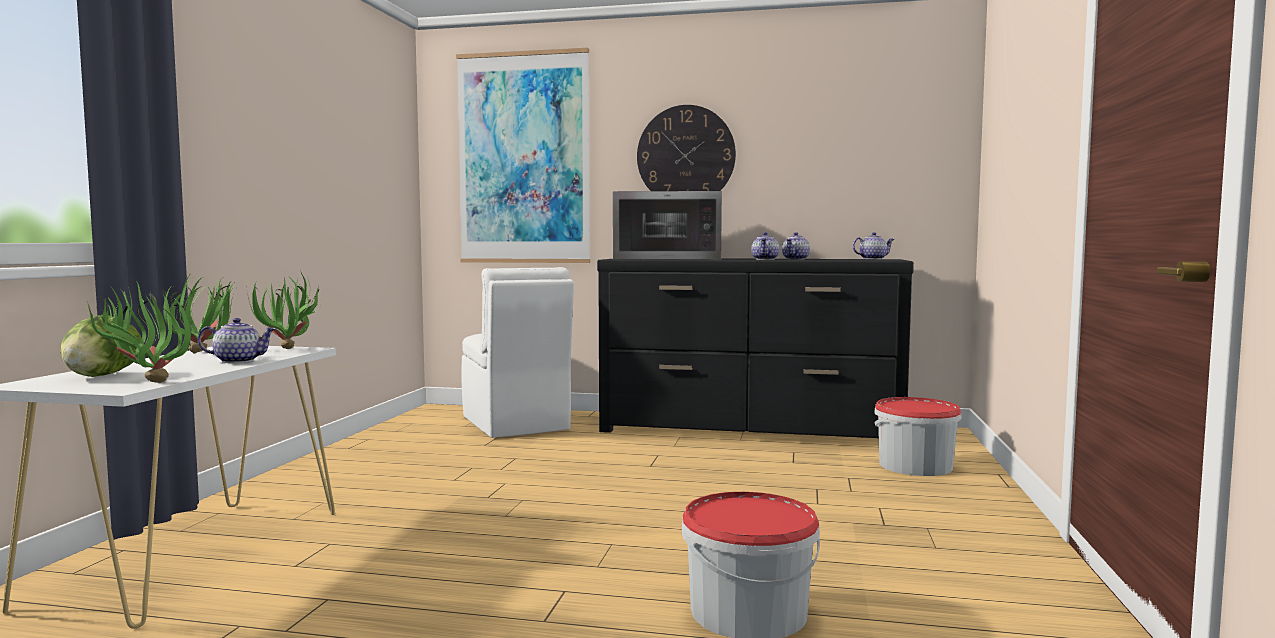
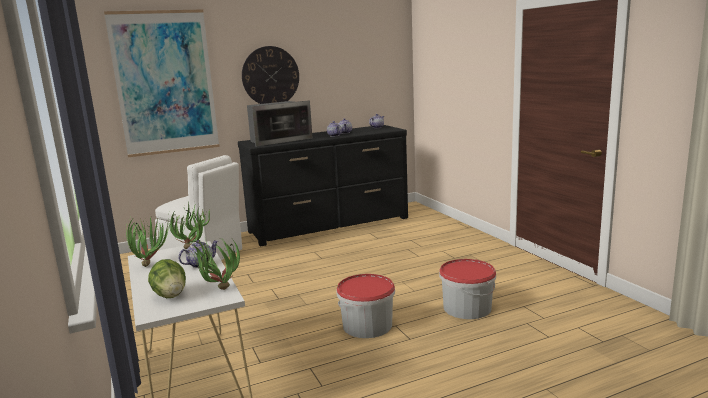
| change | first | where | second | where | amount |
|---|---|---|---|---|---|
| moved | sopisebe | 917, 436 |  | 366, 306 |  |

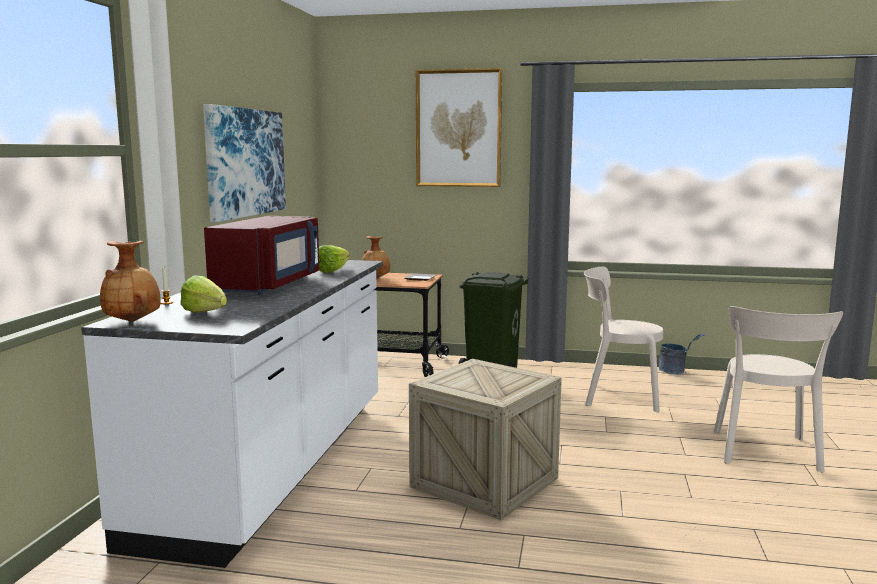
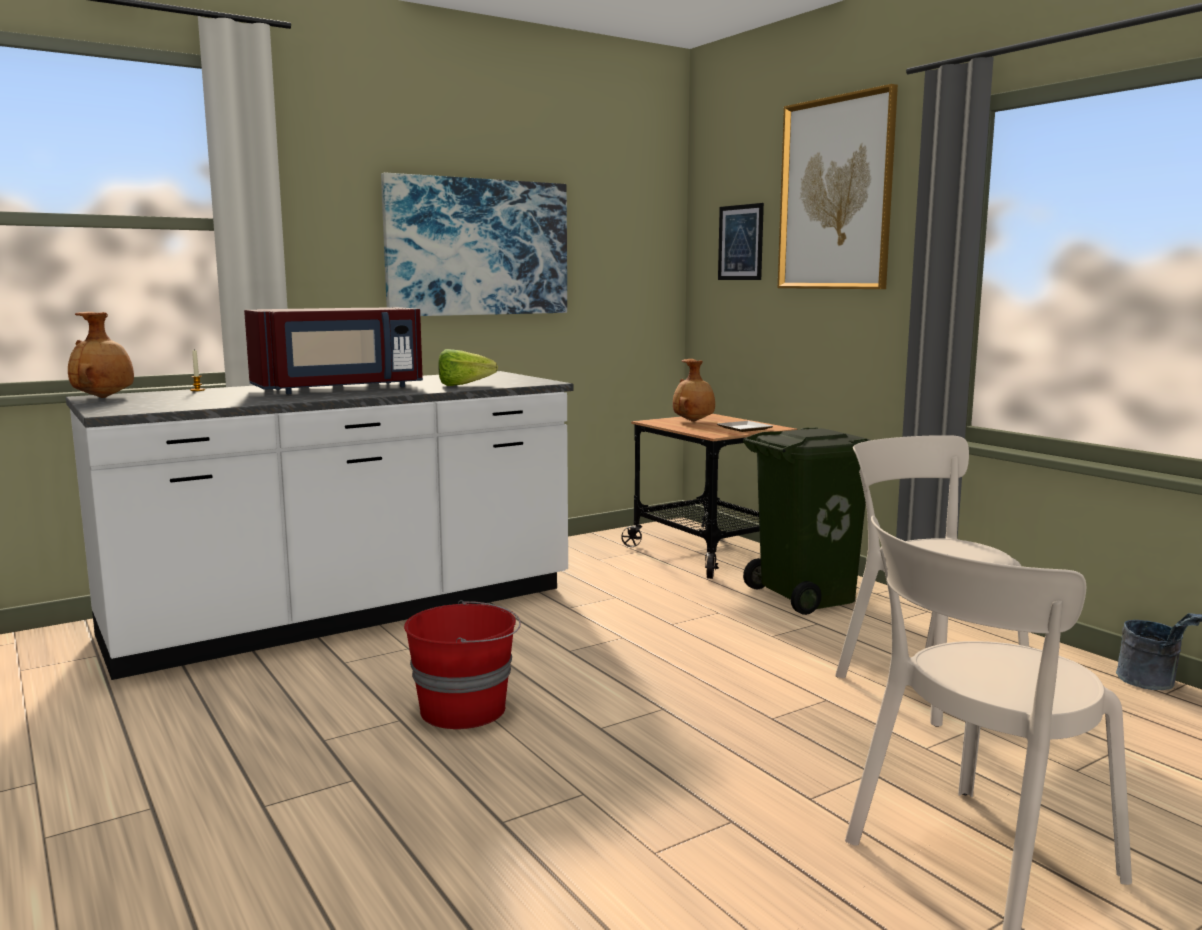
| change | first | where | second | where | amount |
|---|---|---|---|---|---|
| removed | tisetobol | 203, 294 |  |  |  |
| replaced | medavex | 485, 439 | red sopisebe | 462, 664 |  |
| added |  |  | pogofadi | 741, 241 |  |

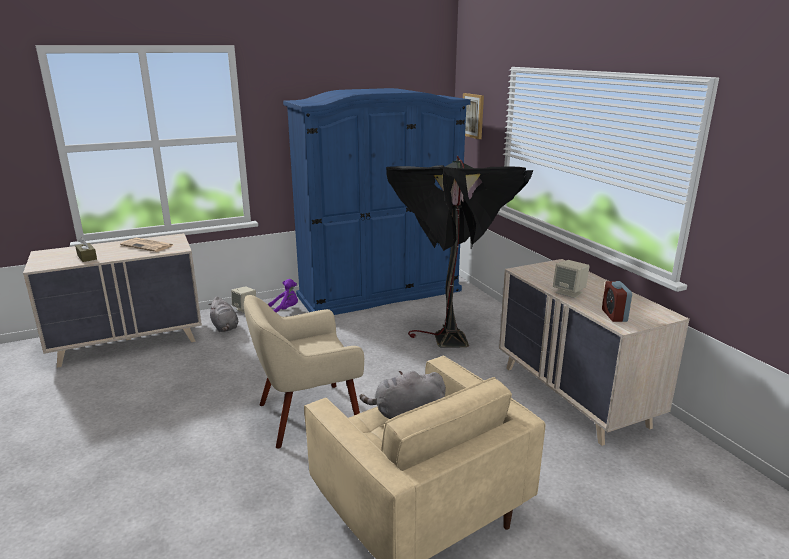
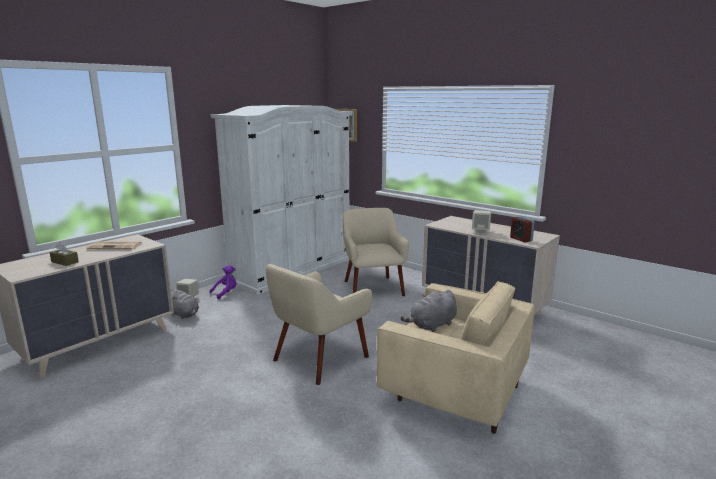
| change | first | where | second | where | amount |
|---|---|---|---|---|---|
| recoloured | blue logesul | 377, 201 | white logesul | 281, 200 |  |
| replaced | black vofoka | 459, 252 | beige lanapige | 376, 252 |  |

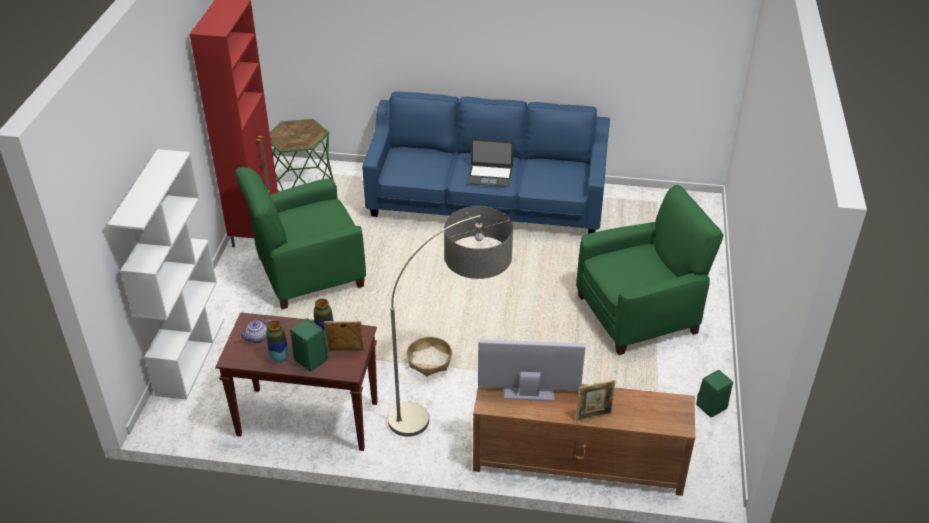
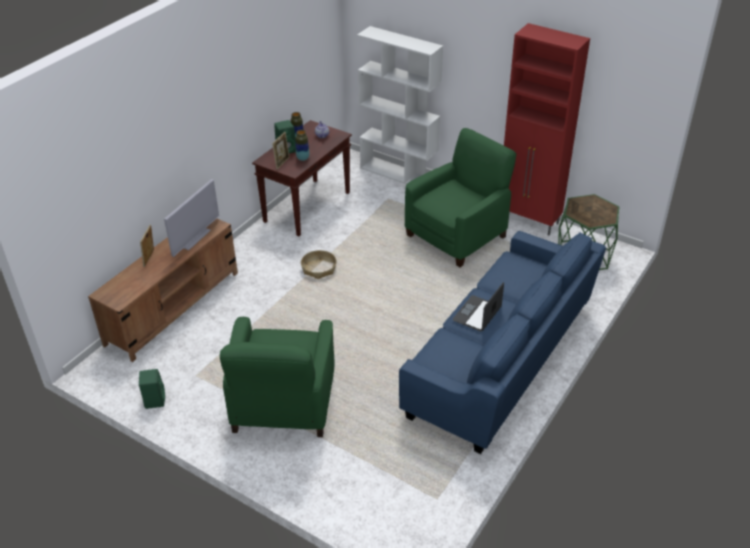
| change | first | where | second | where | amount |
|---|---|---|---|---|---|
| turned | green lanapige | 300, 238 |  | 460, 197 | 45 degrees clockwise |
| removed | vofoka | 450, 321 |  |  |  |

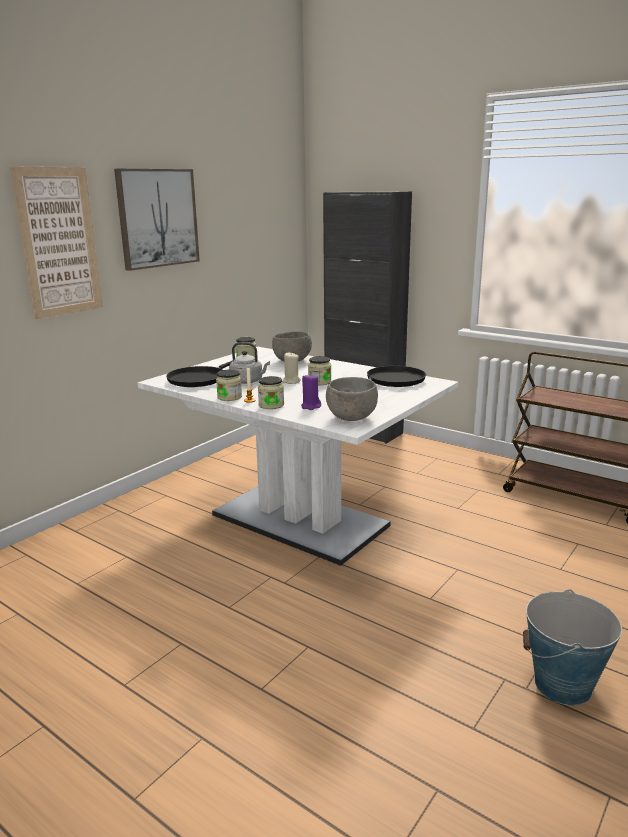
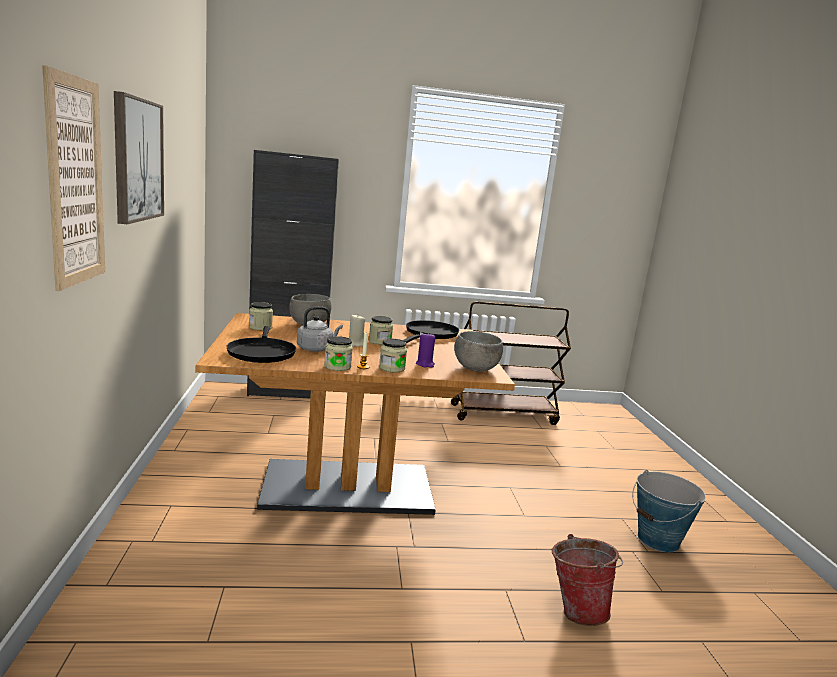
| change | first | where | second | where | amount |
|---|---|---|---|---|---|
| recoloured | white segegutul | 298, 456 | brown segegutul | 355, 414 |  |
| added |  |  | sopisebe | 587, 580 |  |

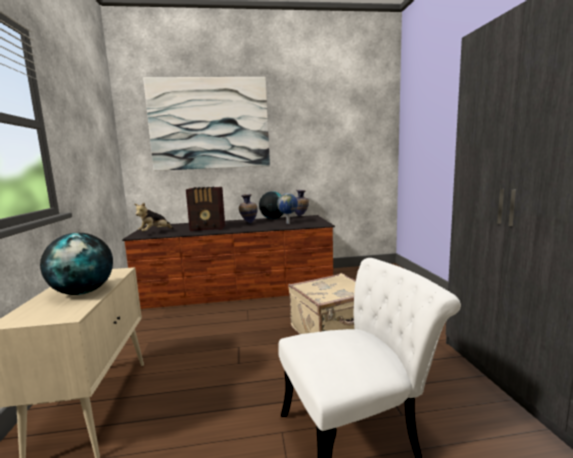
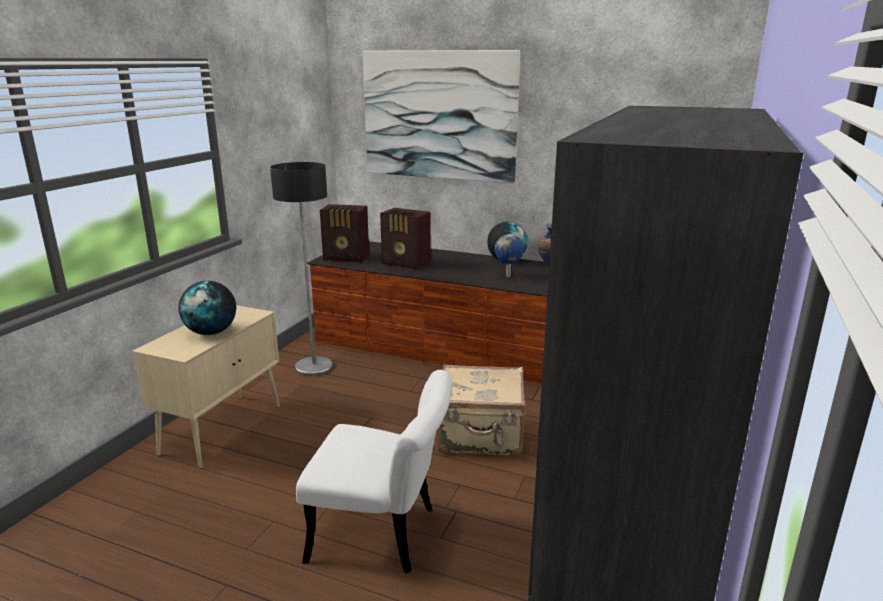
| change | first | where | second | where | amount |
|---|---|---|---|---|---|
| replaced | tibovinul | 154, 217 | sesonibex | 344, 233 |  |
| removed | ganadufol | 248, 209 |  |  |  |
| added |  |  | vofoka | 301, 269 |  |

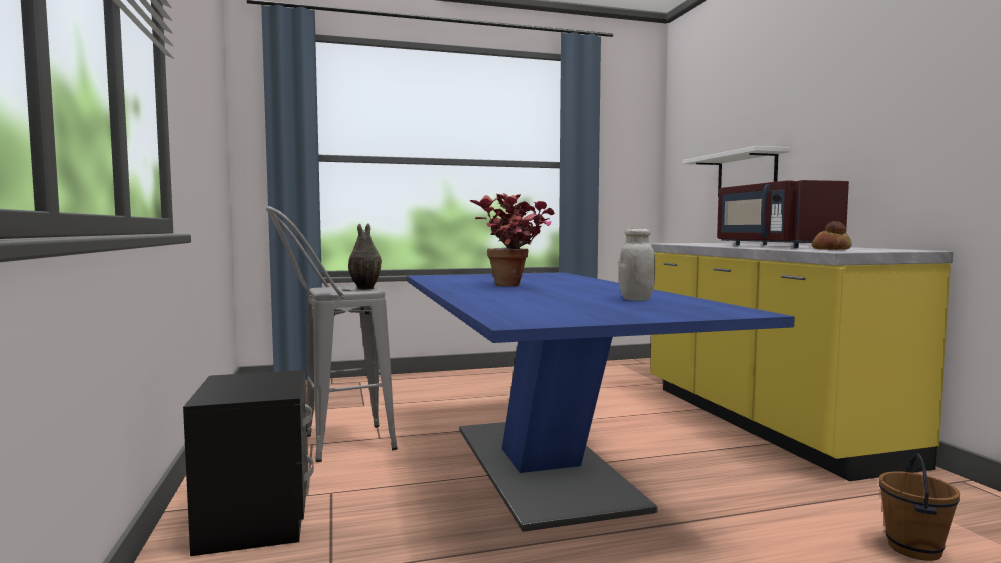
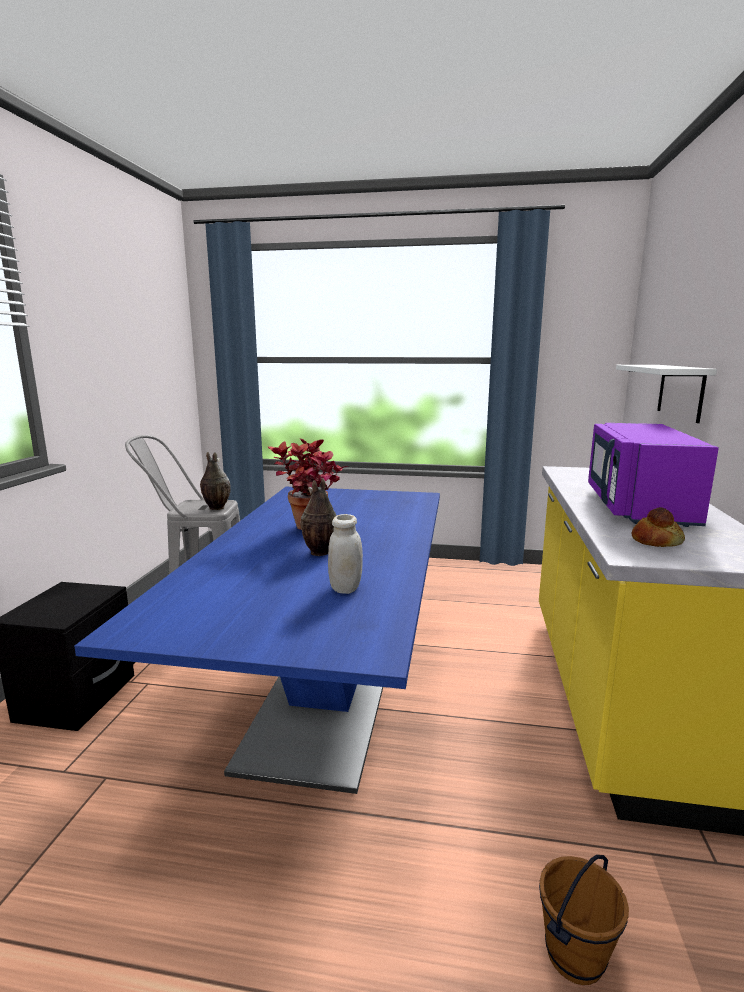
| change | first | where | second | where | amount |
|---|---|---|---|---|---|
| recoloured | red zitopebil | 783, 214 | purple zitopebil | 653, 475 |  |
| added |  |  | ganadufol | 318, 517 |  |

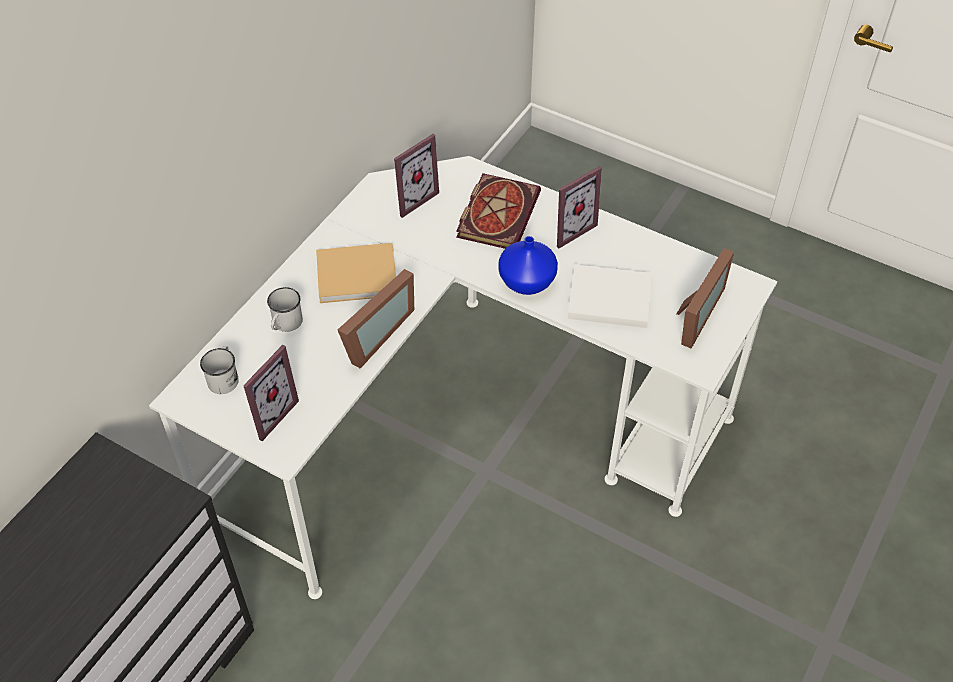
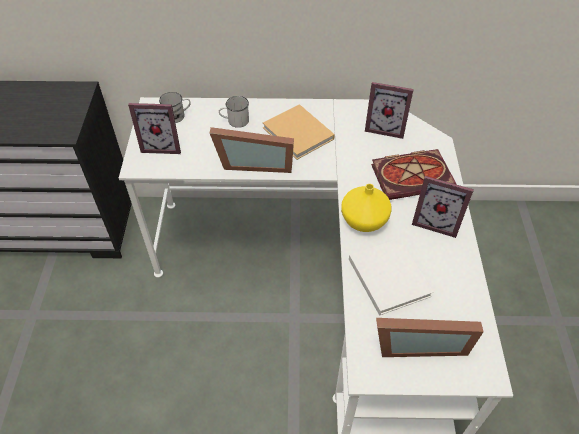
| change | first | where | second | where | amount |
|---|---|---|---|---|---|
| recoloured | blue ganadufol | 528, 265 | yellow ganadufol | 366, 208 |  |

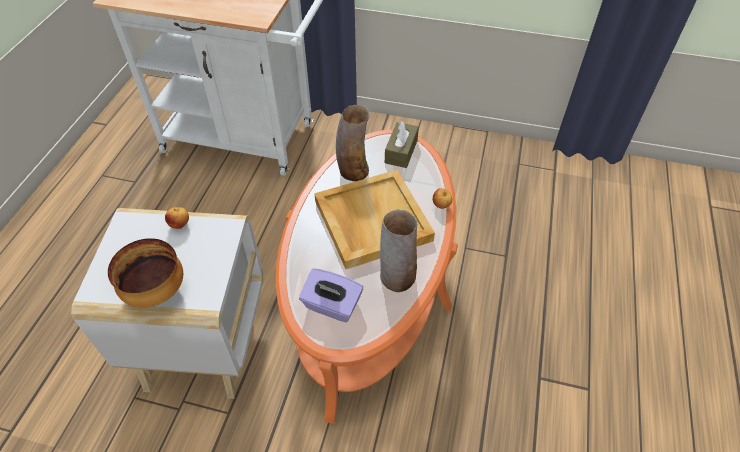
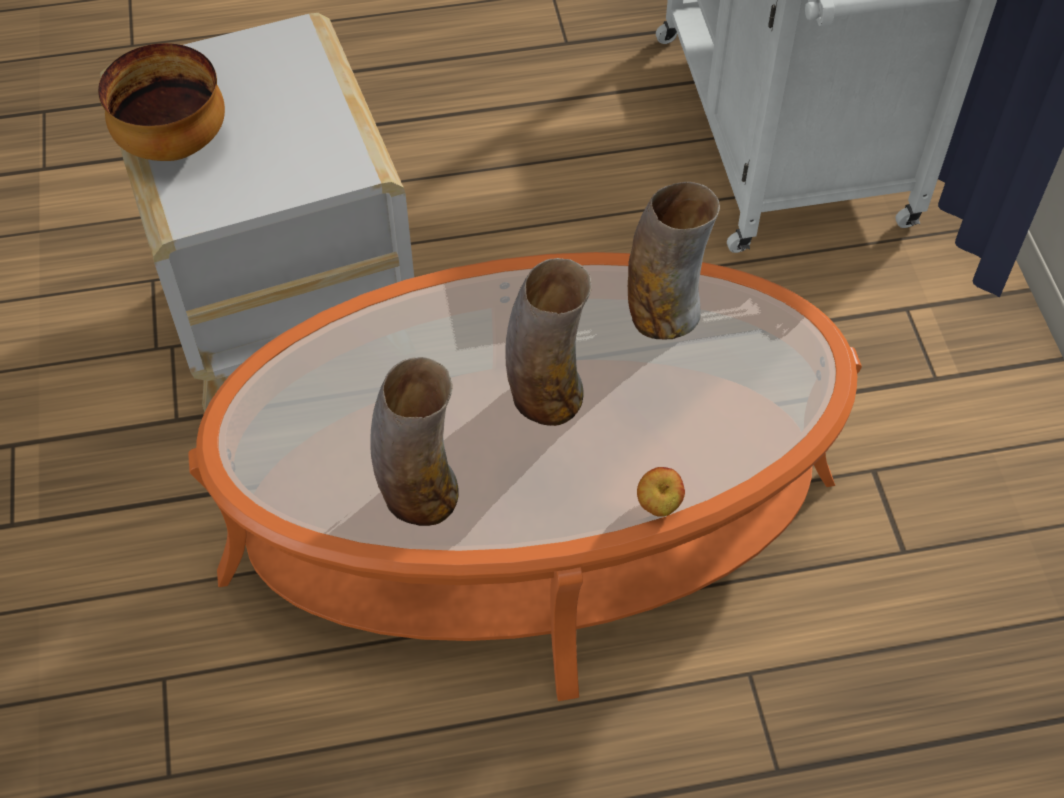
| change | first | where | second | where | amount |
|---|---|---|---|---|---|
| removed | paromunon | 177, 218 |  |  |  |
| removed | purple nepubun | 331, 295 |  |  |  |
| replaced | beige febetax | 374, 219 | ganadufol | 548, 342 |  |
| removed | brown nepubun | 402, 144 |  |  |  |

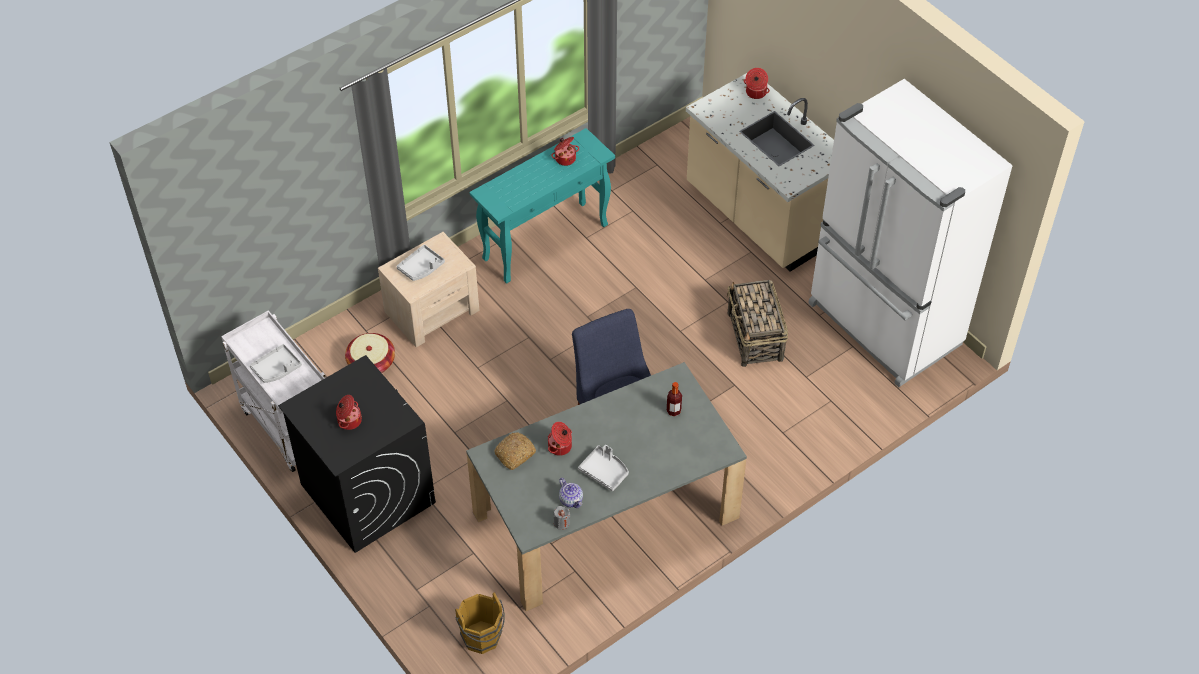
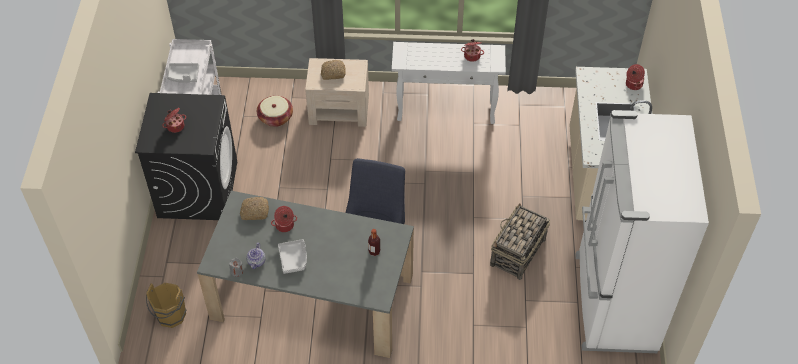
| change | first | where | second | where | amount |
|---|---|---|---|---|---|
| replaced | grey febetax | 420, 263 | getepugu | 333, 70 |  |
| recoloured | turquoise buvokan | 542, 206 | white buvokan | 449, 83 |  |

